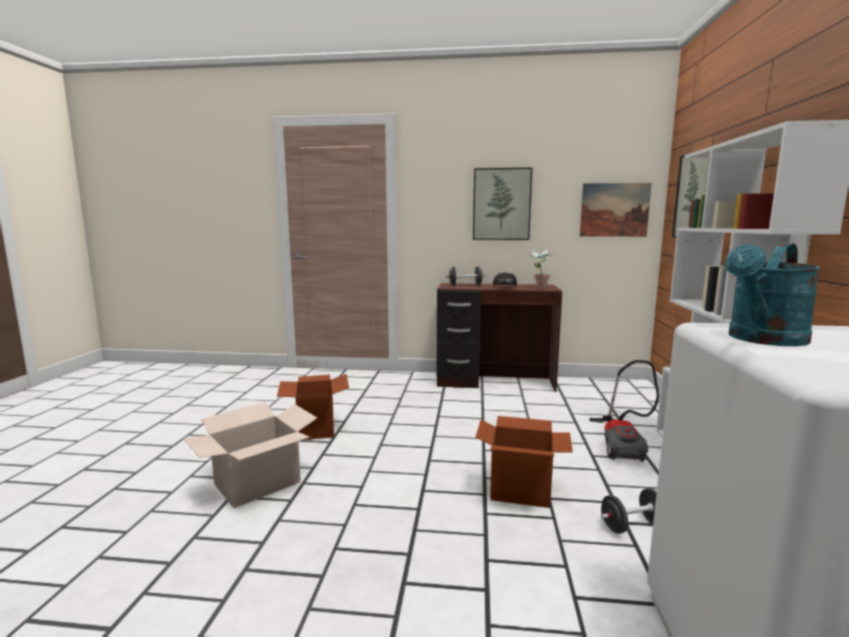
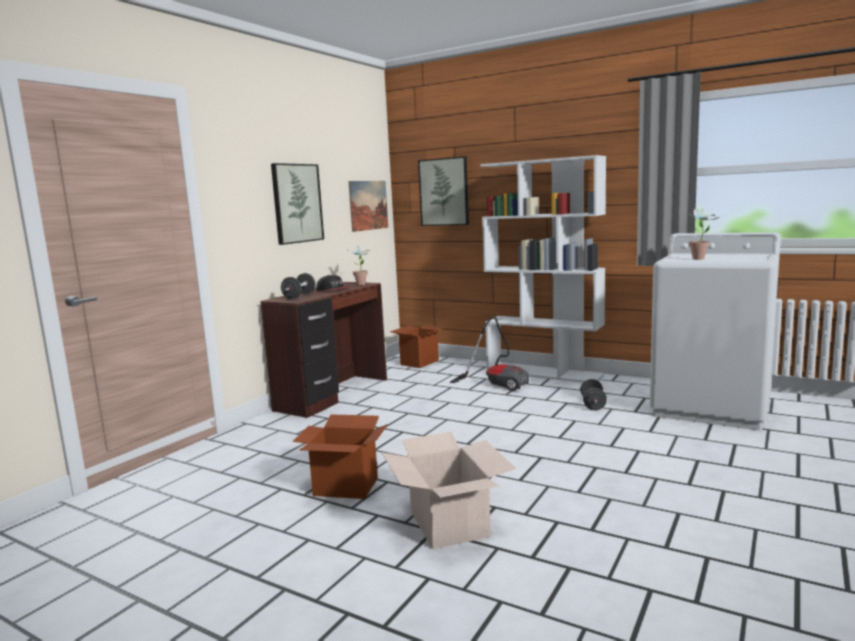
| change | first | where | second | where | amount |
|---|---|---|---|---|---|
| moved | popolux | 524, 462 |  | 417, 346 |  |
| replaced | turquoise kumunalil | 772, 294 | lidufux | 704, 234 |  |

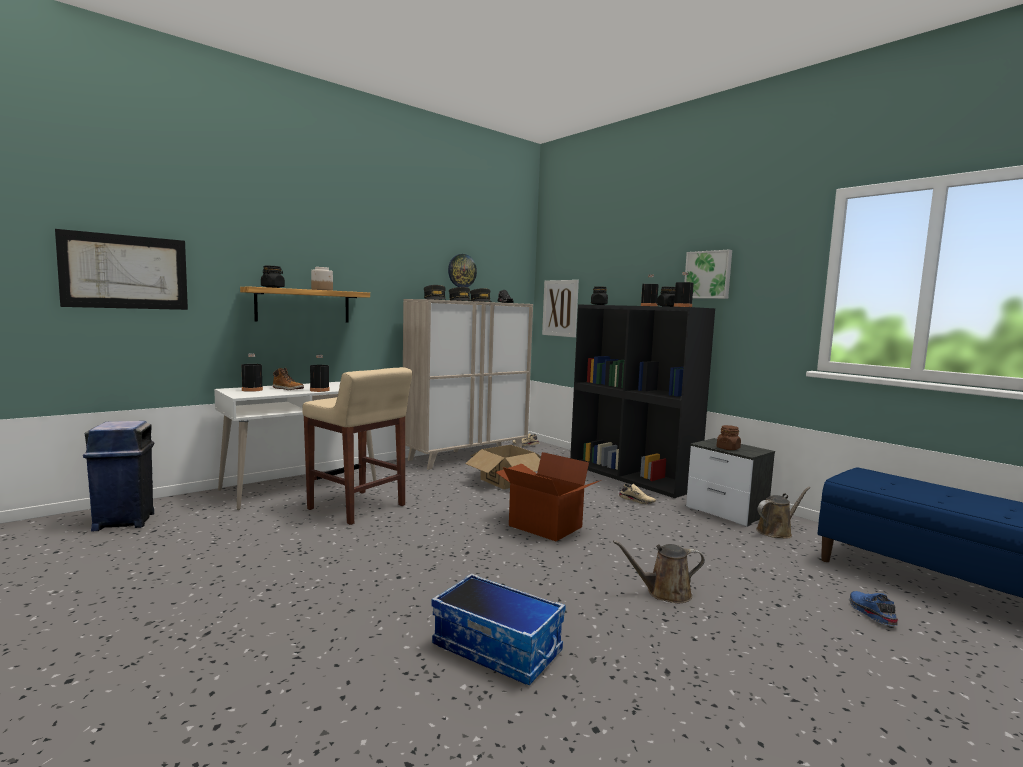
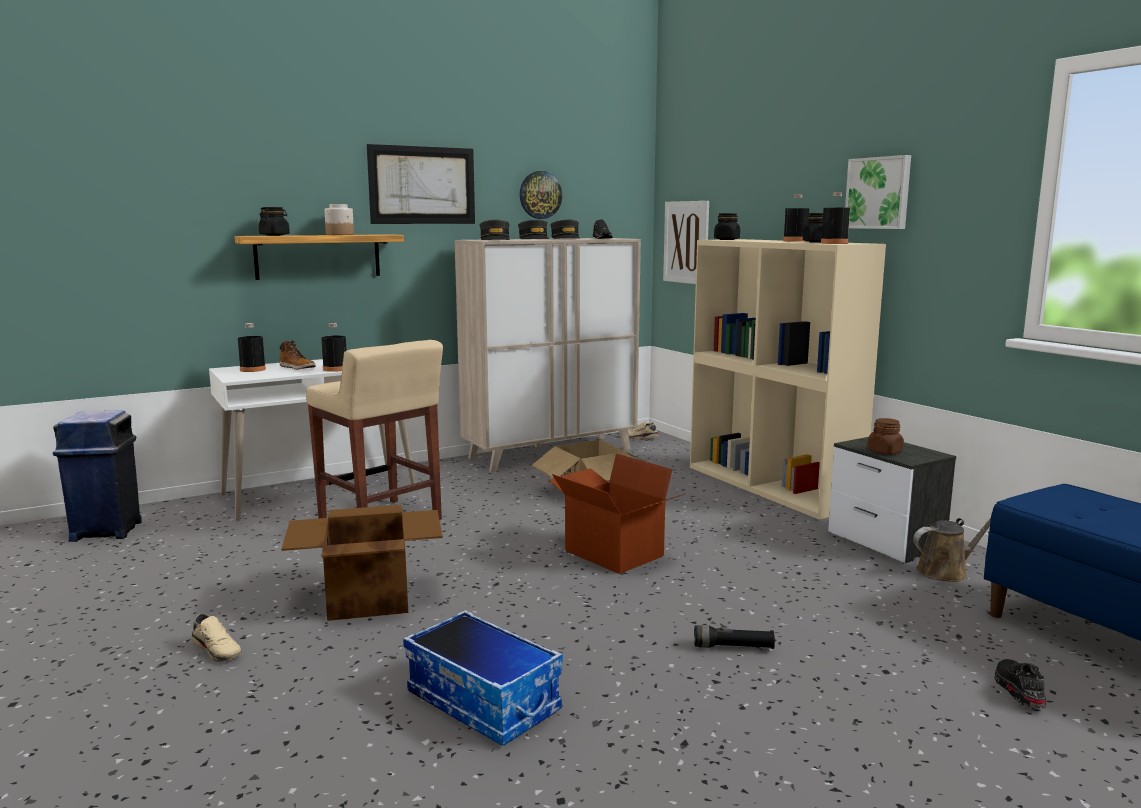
| change | first | where | second | where | amount |
|---|---|---|---|---|---|
| moved | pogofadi | 121, 269 |  | 421, 184 |  |
| recoloured | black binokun | 642, 401 | beige binokun | 788, 379 |  |
| replaced | brown kumunalil | 659, 571 | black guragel | 734, 637 |  |
| moved | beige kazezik | 637, 493 |  | 216, 638 |  |
| recoloured | blue kazezik | 874, 608 | black kazezik | 1020, 683 |  |
| added |  |  | popolux | 362, 563 |  |

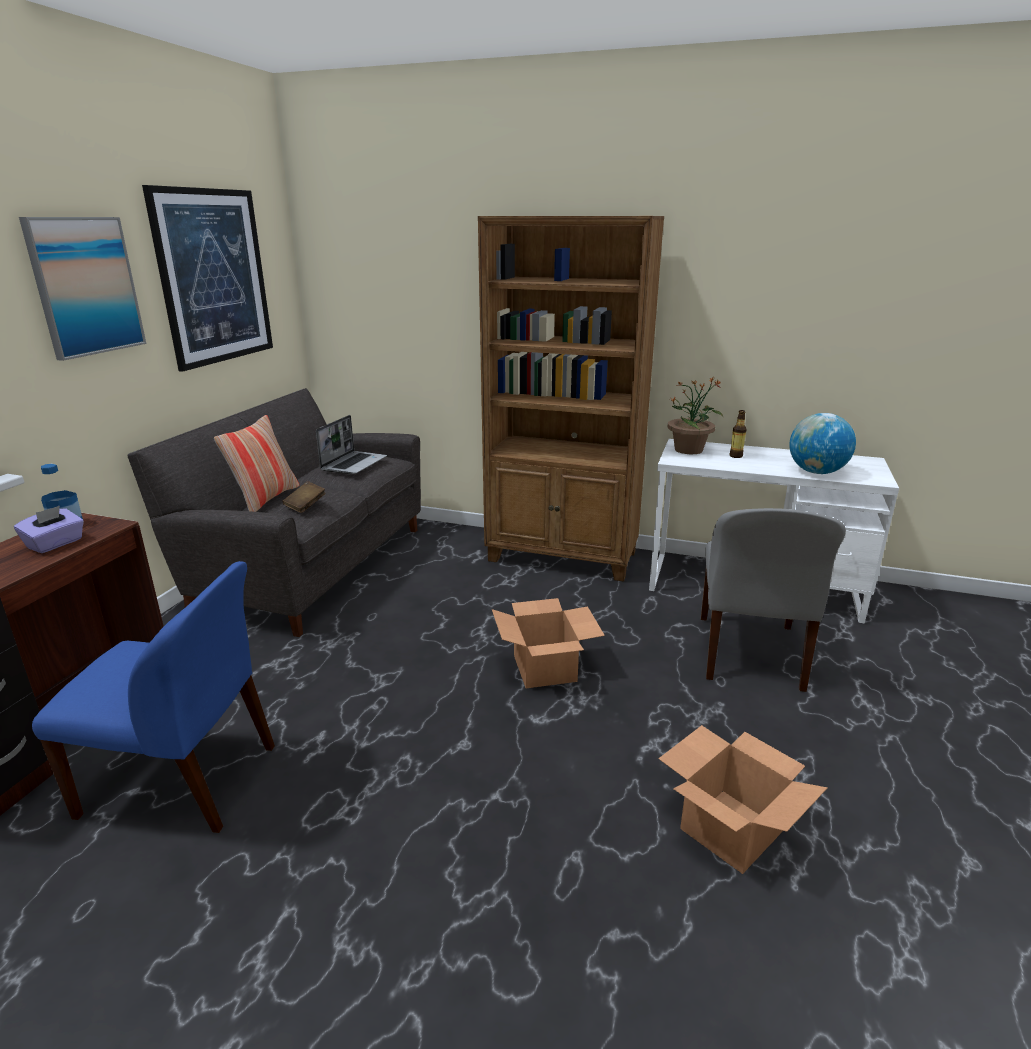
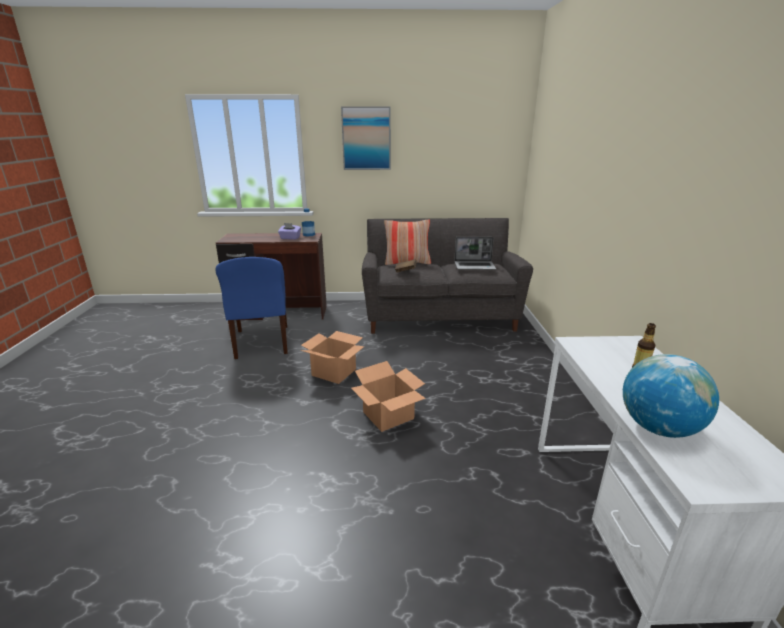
| change | first | where | second | where | amount |
|---|---|---|---|---|---|
| removed | pogofadi | 207, 278 |  |  |  |
| removed | brown binokun | 571, 399 |  |  |  |
| moved | popolux | 743, 799 |  | 332, 357 |  |
| removed | lidufux | 695, 415 |  |  |  |
| removed | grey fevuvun | 773, 600 |  |  |  |

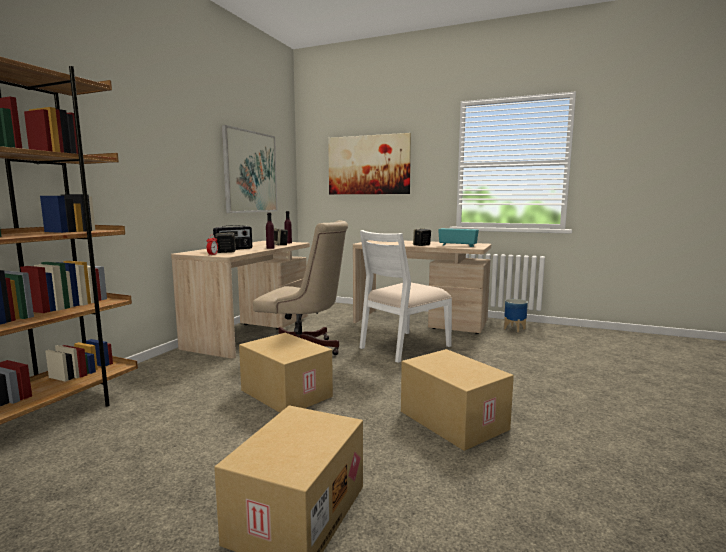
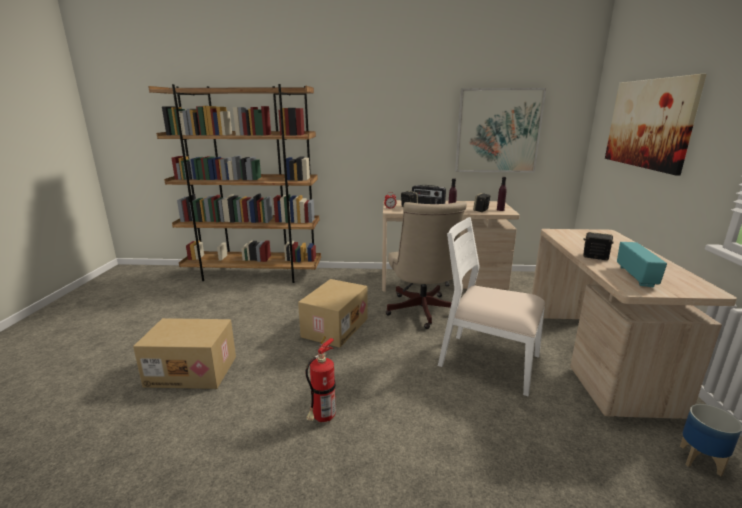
| change | first | where | second | where | amount |
|---|---|---|---|---|---|
| replaced | popolux | 457, 400 | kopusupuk | 321, 379 |  |

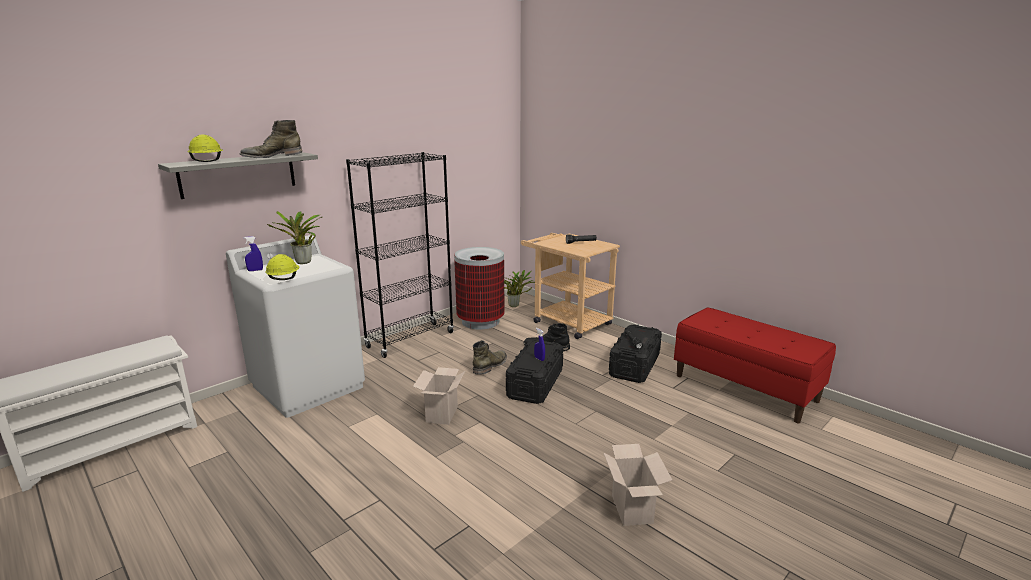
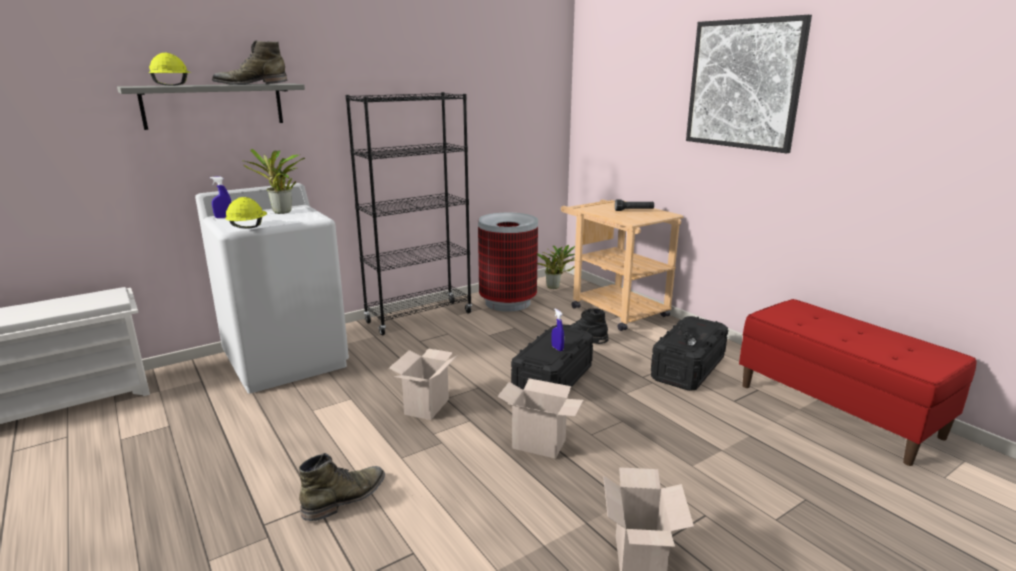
| change | first | where | second | where | amount |
|---|---|---|---|---|---|
| moved | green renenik | 490, 357 |  | 342, 487 |  |
| added |  |  | popolux | 540, 418 |  |
| added |  |  | pogofadi | 749, 84 |  |

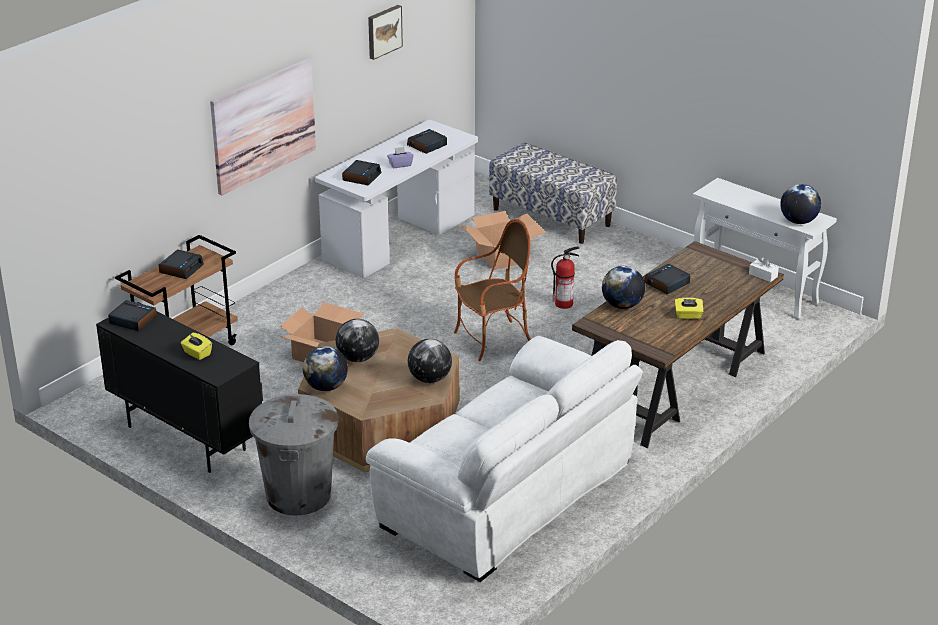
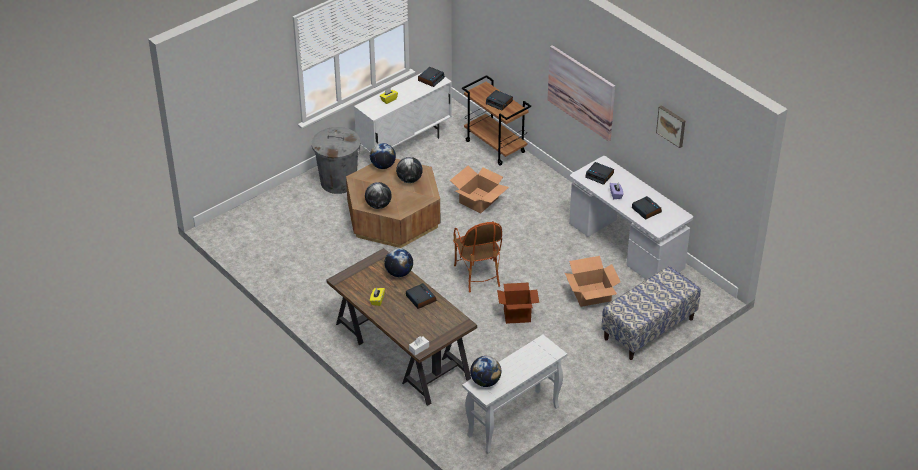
| change | first | where | second | where | amount |
|---|---|---|---|---|---|
| recoloured | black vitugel | 179, 387 | white vitugel | 403, 112 |  |
| removed | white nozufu | 504, 459 |  |  |  |
| replaced | kopusupuk | 565, 277 | popolux | 518, 303 |  |

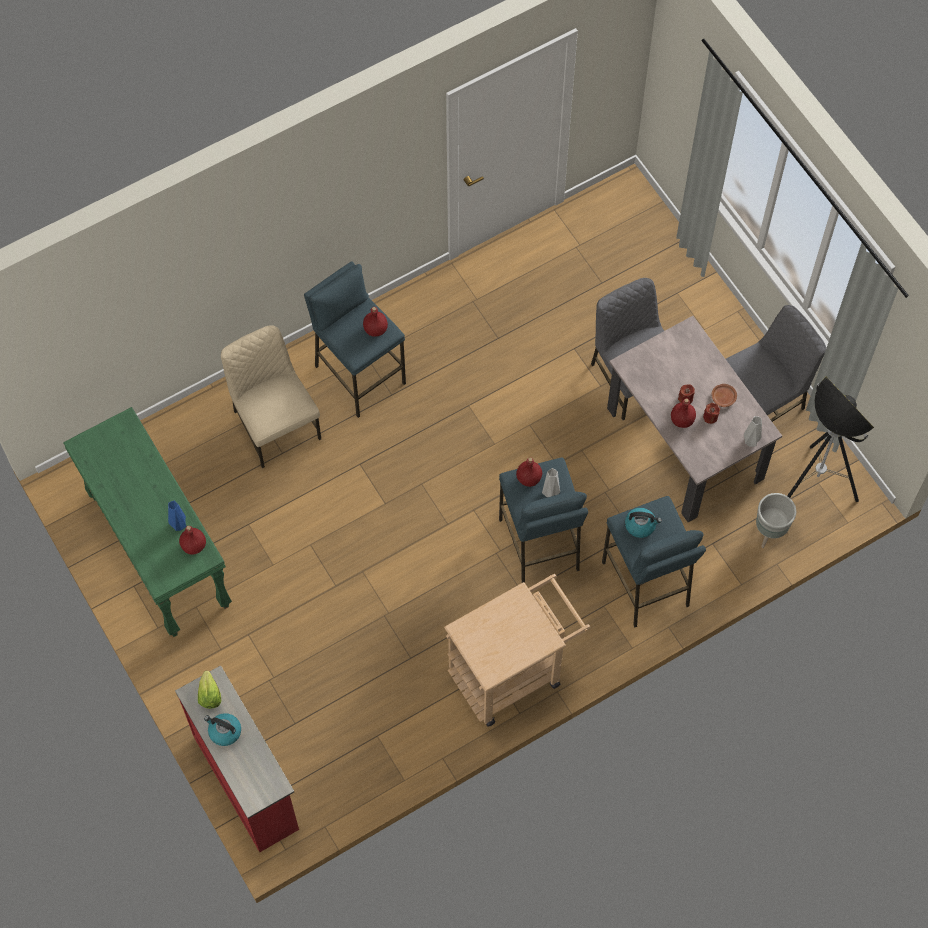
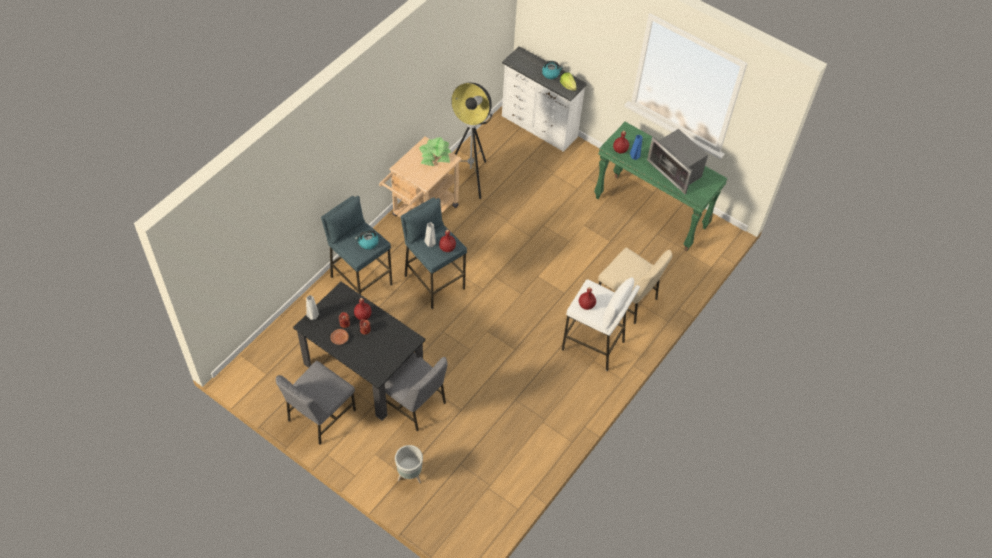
| change | first | where | second | where | amount |
|---|---|---|---|---|---|
| recoloured | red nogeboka | 237, 758 | white nogeboka | 544, 99 |  |
| recoloured | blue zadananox | 355, 339 | white zadananox | 601, 324 |  |
| recoloured | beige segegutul | 694, 419 | black segegutul | 359, 351 |  |
| moved | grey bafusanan | 776, 520 |  | 409, 464 |  |
| moved | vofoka | 830, 439 |  | 472, 140 |  |
| added |  |  | lidufux | 435, 151 |  |
| added |  |  | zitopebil | 677, 161 |  |

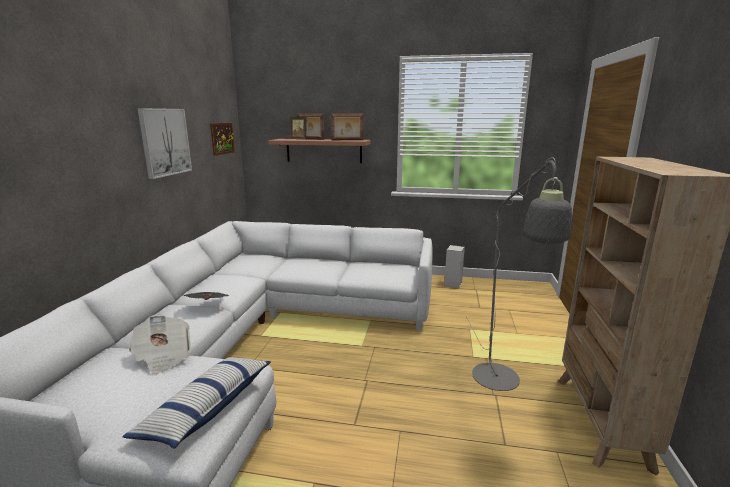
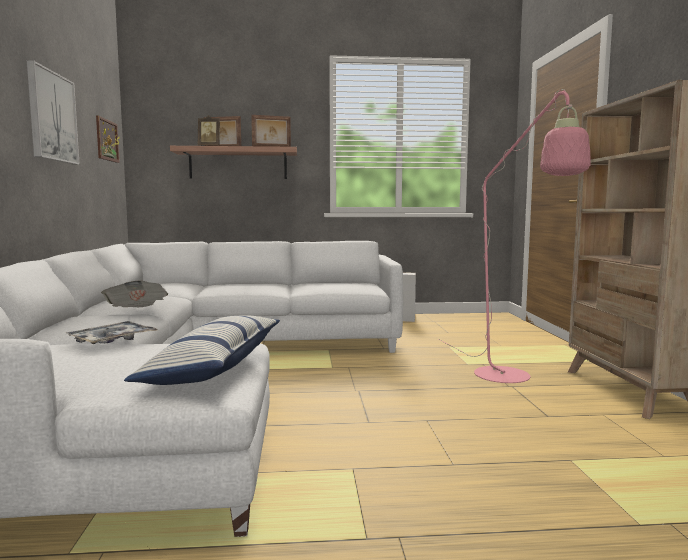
| change | first | where | second | where | amount |
|---|---|---|---|---|---|
| replaced | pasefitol | 160, 344 | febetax | 112, 332 |  |
| recoloured | grey vofoka | 519, 274 | pink vofoka | 514, 236 |  |

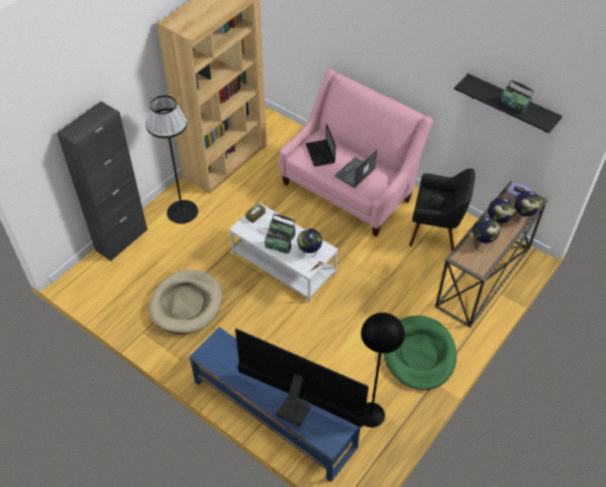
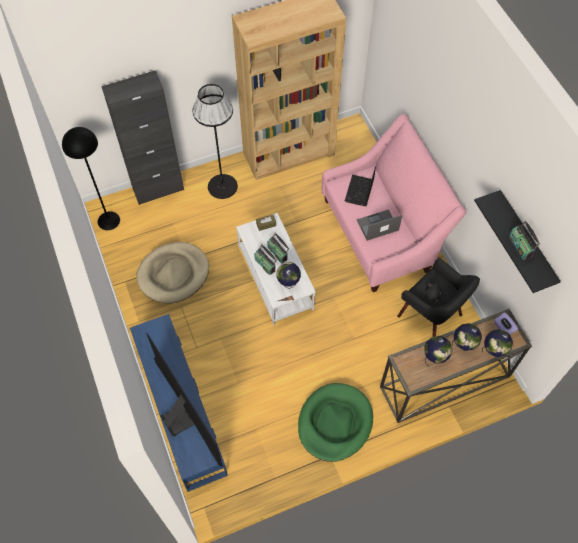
| change | first | where | second | where | amount |
|---|---|---|---|---|---|
| moved | black vofoka | 383, 369 |  | 91, 178 |  |

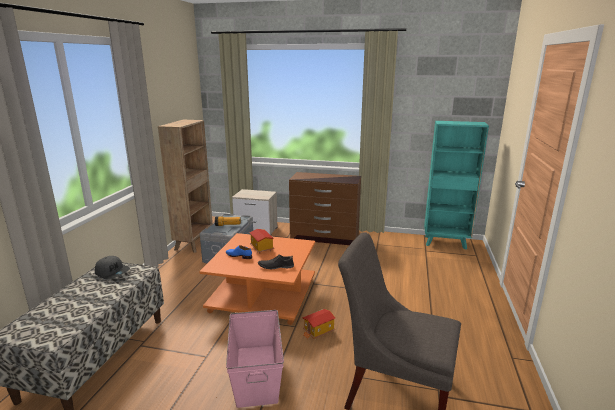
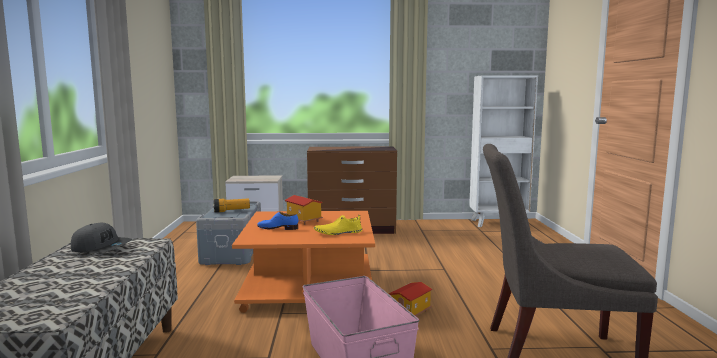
| change | first | where | second | where | amount |
|---|---|---|---|---|---|
| removed | brown binokun | 185, 186 |  |  |  |
| recoloured | black kazezik | 276, 262 | yellow kazezik | 338, 225 |  |
| recoloured | turquoise binokun | 456, 185 | white binokun | 503, 151 |  |

